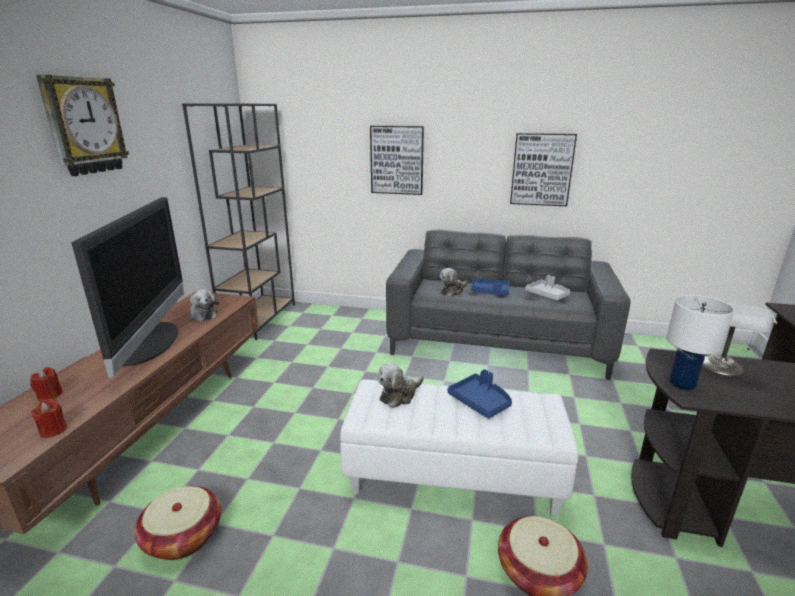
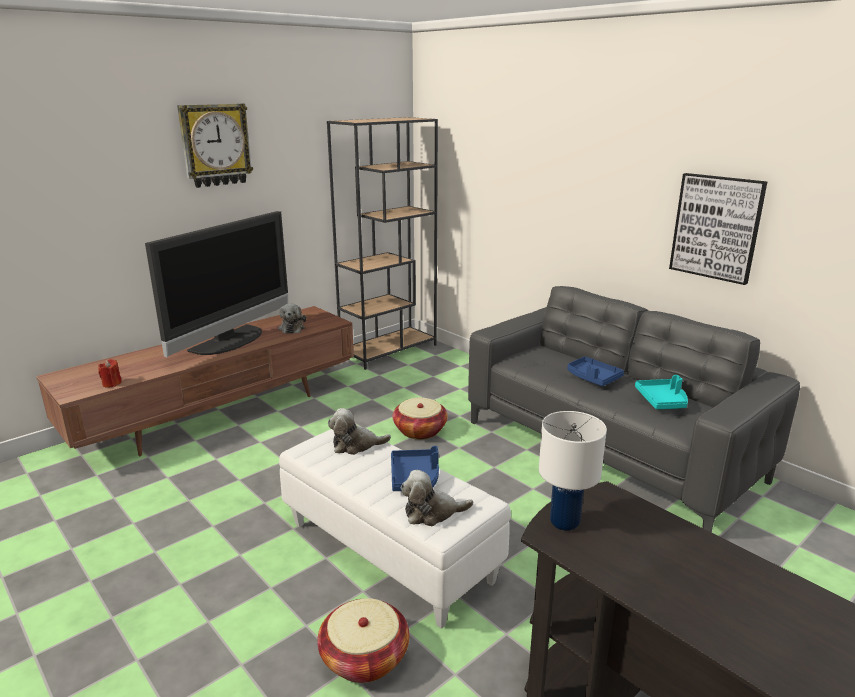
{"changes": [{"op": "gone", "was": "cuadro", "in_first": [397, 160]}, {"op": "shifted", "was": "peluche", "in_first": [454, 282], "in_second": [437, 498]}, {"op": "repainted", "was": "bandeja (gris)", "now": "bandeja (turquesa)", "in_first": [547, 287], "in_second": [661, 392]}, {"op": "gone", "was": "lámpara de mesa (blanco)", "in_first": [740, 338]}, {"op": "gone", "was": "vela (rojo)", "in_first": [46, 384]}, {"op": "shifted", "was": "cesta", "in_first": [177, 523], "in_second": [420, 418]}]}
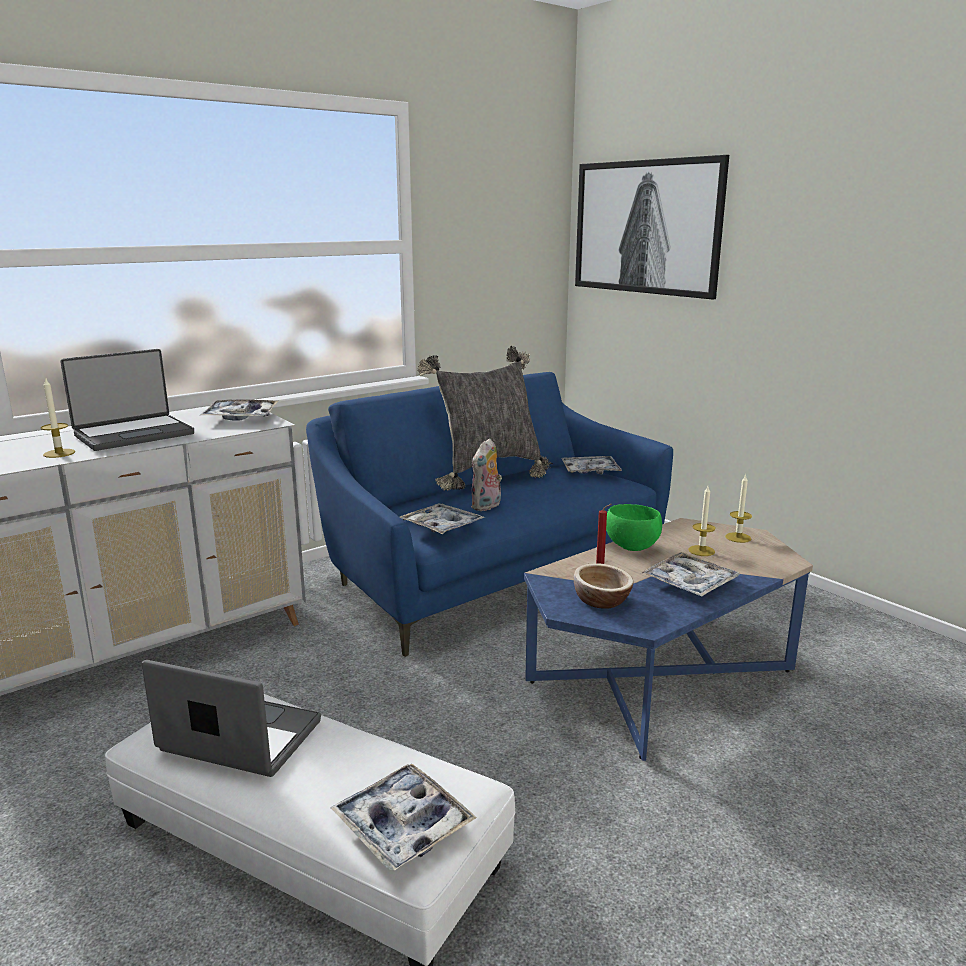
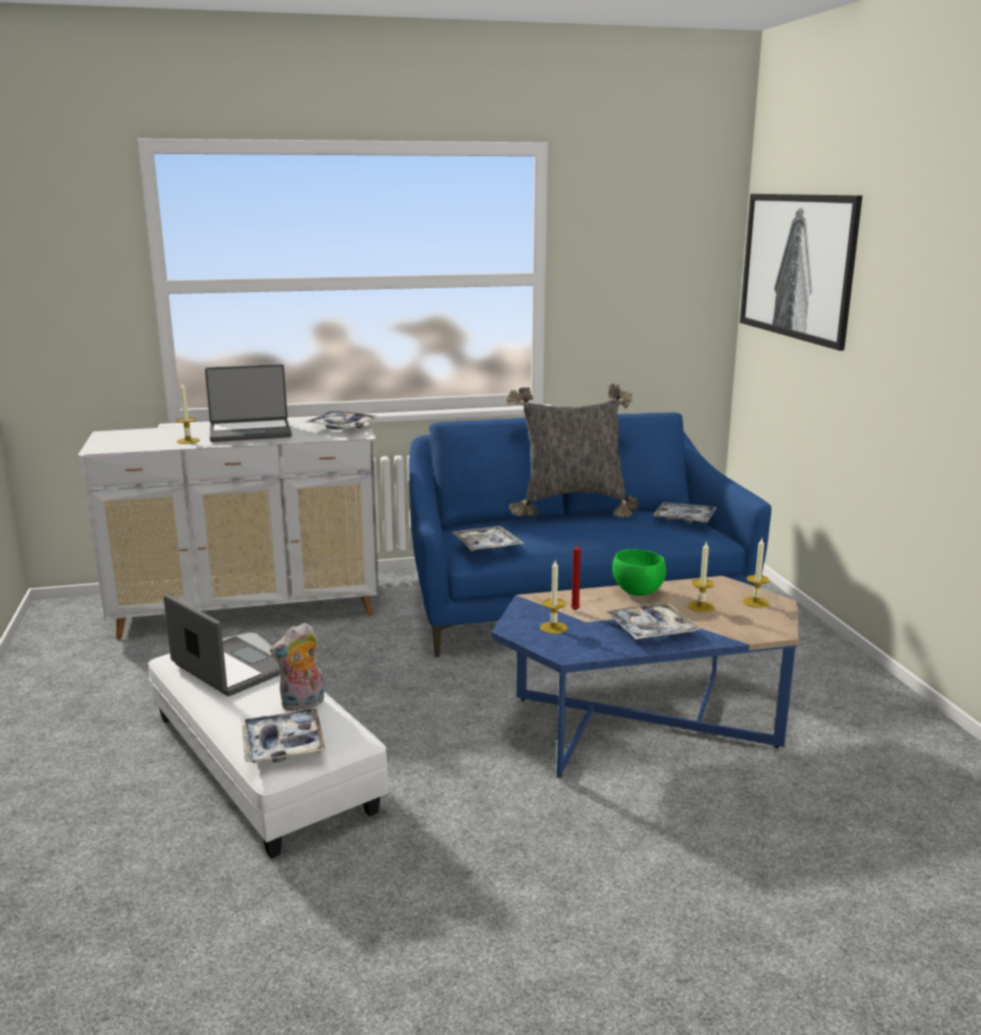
{"changes": [{"op": "shifted", "was": "peluche", "in_first": [486, 474], "in_second": [297, 667]}, {"op": "swapped", "was": "cuenco", "now": "vela", "in_first": [604, 586], "in_second": [553, 596]}]}
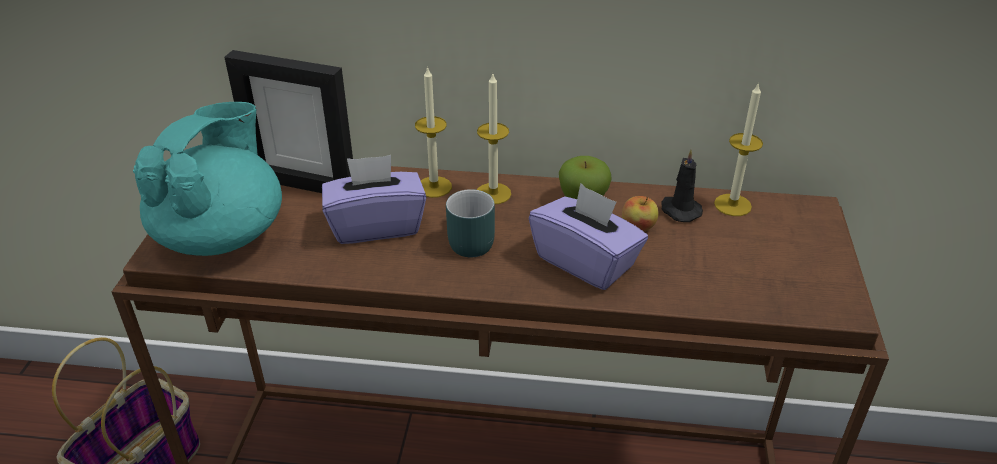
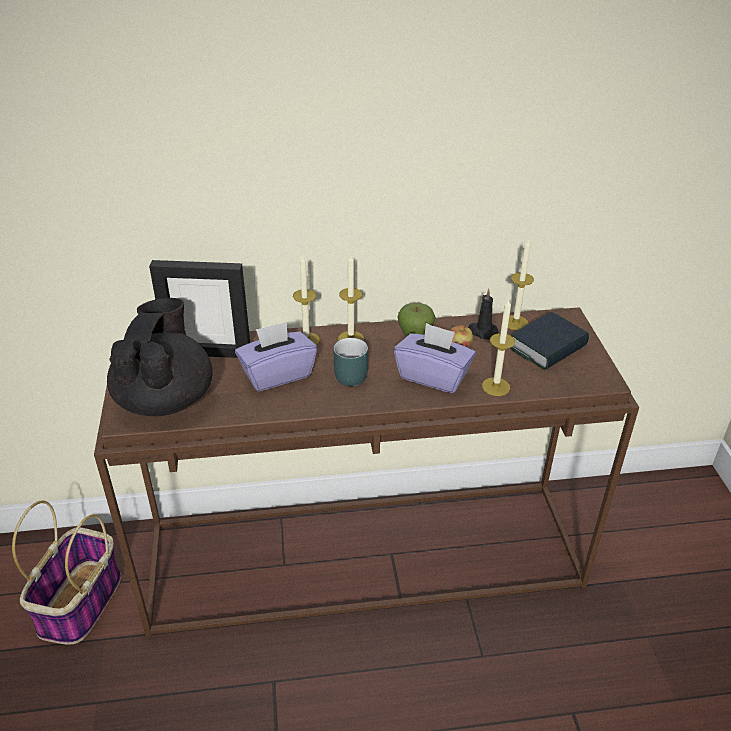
{"changes": [{"op": "repainted", "was": "tetera (turquesa)", "now": "tetera (negro)", "in_first": [207, 179], "in_second": [160, 357]}, {"op": "new", "now": "vela", "in_second": [498, 347]}, {"op": "new", "now": "libro", "in_second": [549, 341]}]}
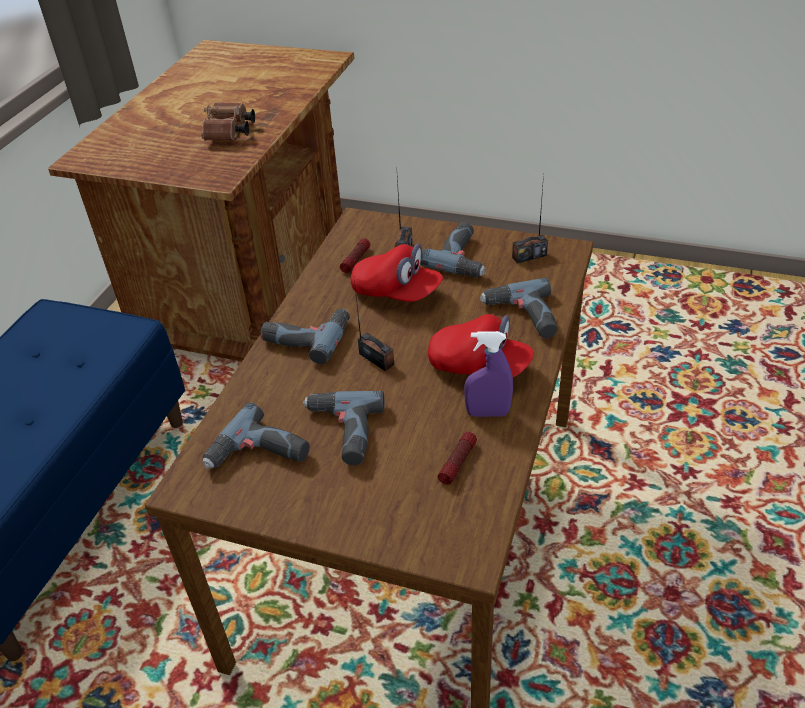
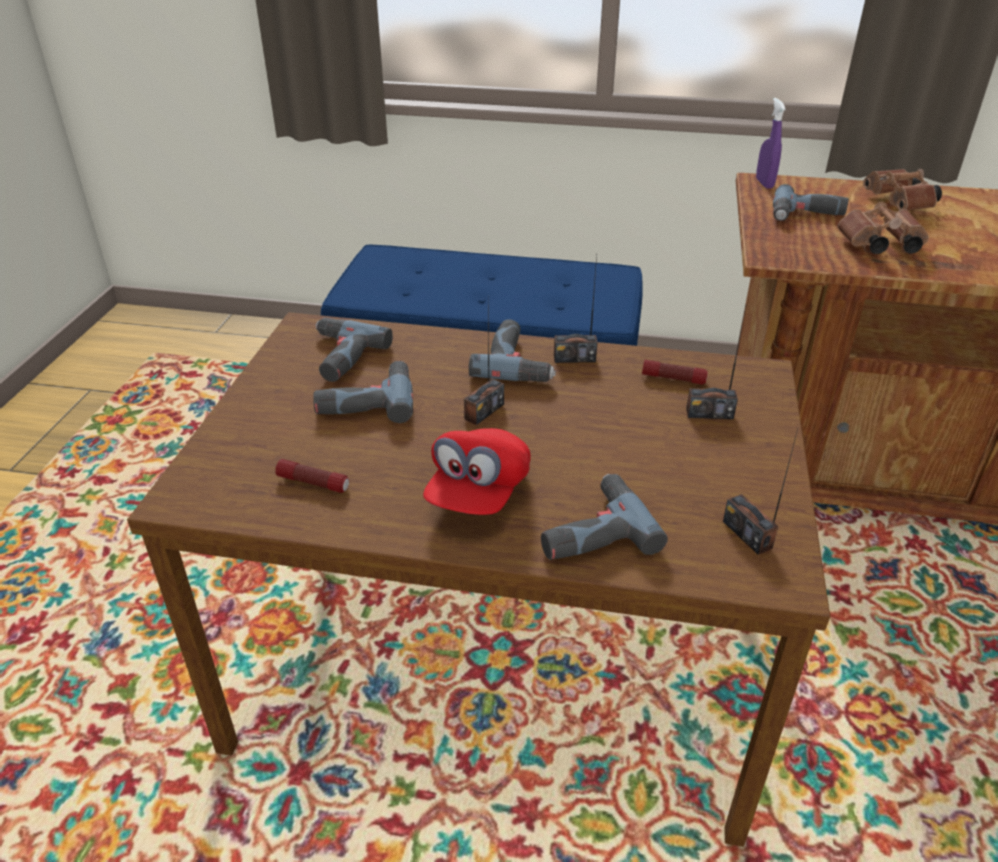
{"changes": [{"op": "shifted", "was": "taladro", "in_first": [453, 250], "in_second": [811, 202]}, {"op": "gone", "was": "gorra (rojo)", "in_first": [397, 273]}, {"op": "shifted", "was": "pulverizador (morado)", "in_first": [488, 374], "in_second": [771, 143]}, {"op": "new", "now": "prismáticos (marrón)", "in_second": [902, 190]}, {"op": "new", "now": "radio", "in_second": [576, 309]}]}
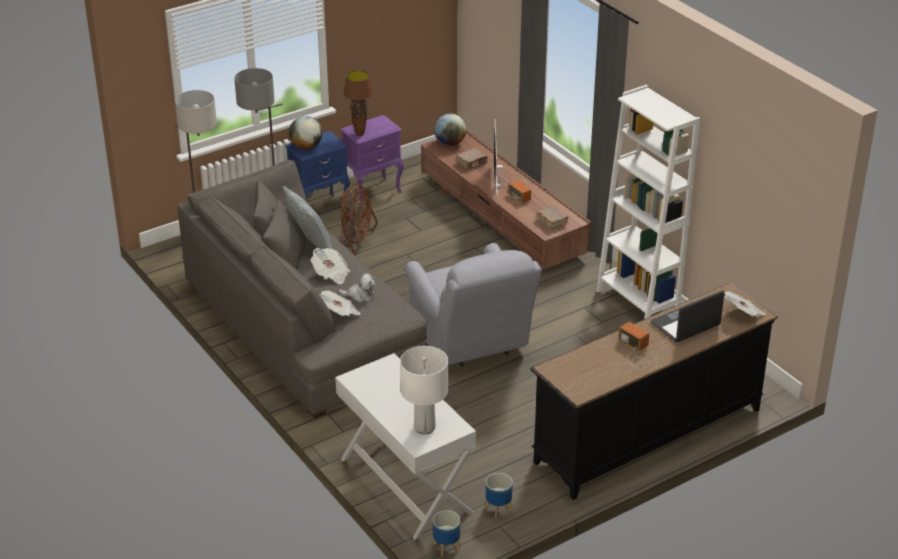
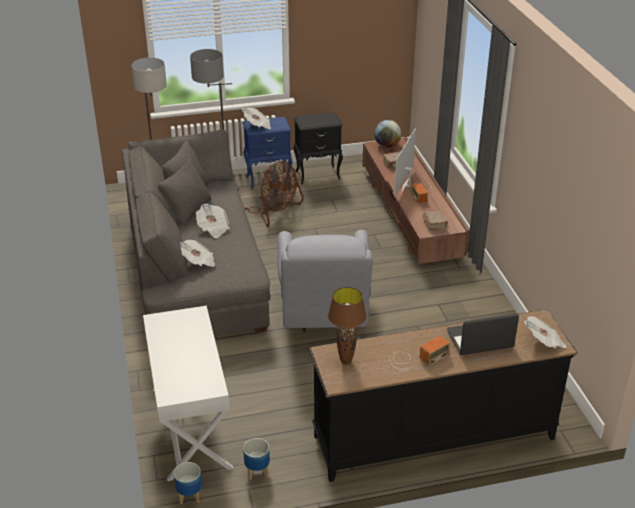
{"changes": [{"op": "shifted", "was": "lámpara de mesa (marrón)", "in_first": [358, 103], "in_second": [347, 326]}, {"op": "gone", "was": "estantería (blanco)", "in_first": [648, 202]}, {"op": "repainted", "was": "mesita de noche (morado)", "now": "mesita de noche (negro)", "in_first": [372, 159], "in_second": [318, 148]}, {"op": "swapped", "was": "globo terráqueo", "now": "periódico", "in_first": [305, 133], "in_second": [256, 118]}, {"op": "gone", "was": "cojín", "in_first": [307, 217]}, {"op": "gone", "was": "peluche", "in_first": [357, 288]}, {"op": "rotated", "was": "radio", "in_first": [638, 346], "in_second": [419, 353], "clockwise": 75}, {"op": "gone", "was": "lámpara de mesa (blanco)", "in_first": [424, 390]}]}
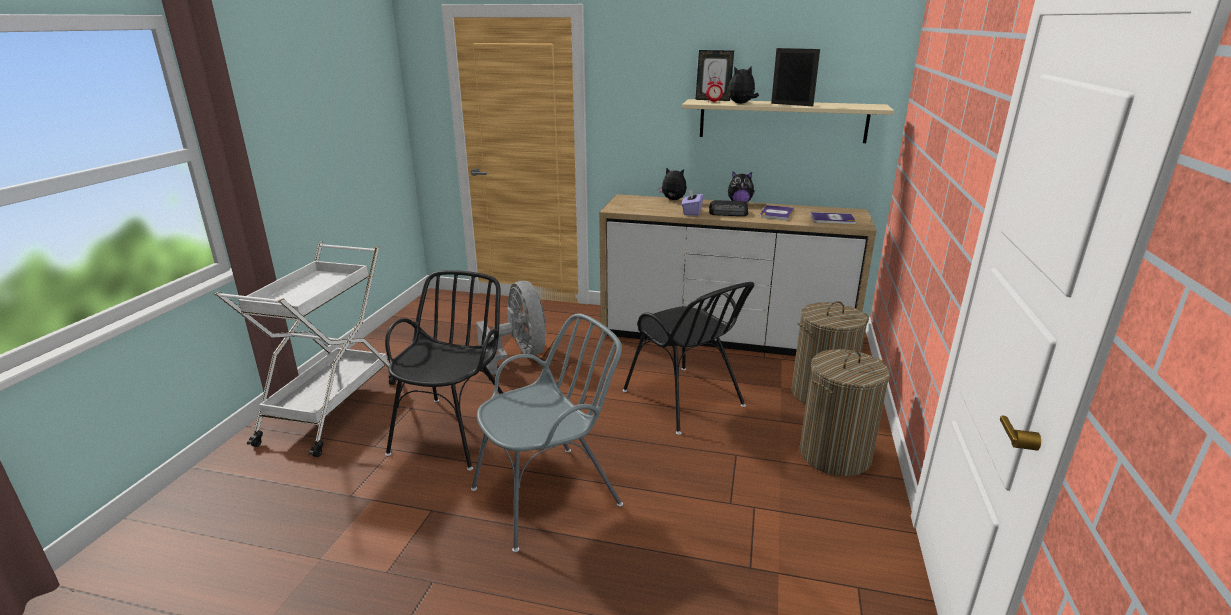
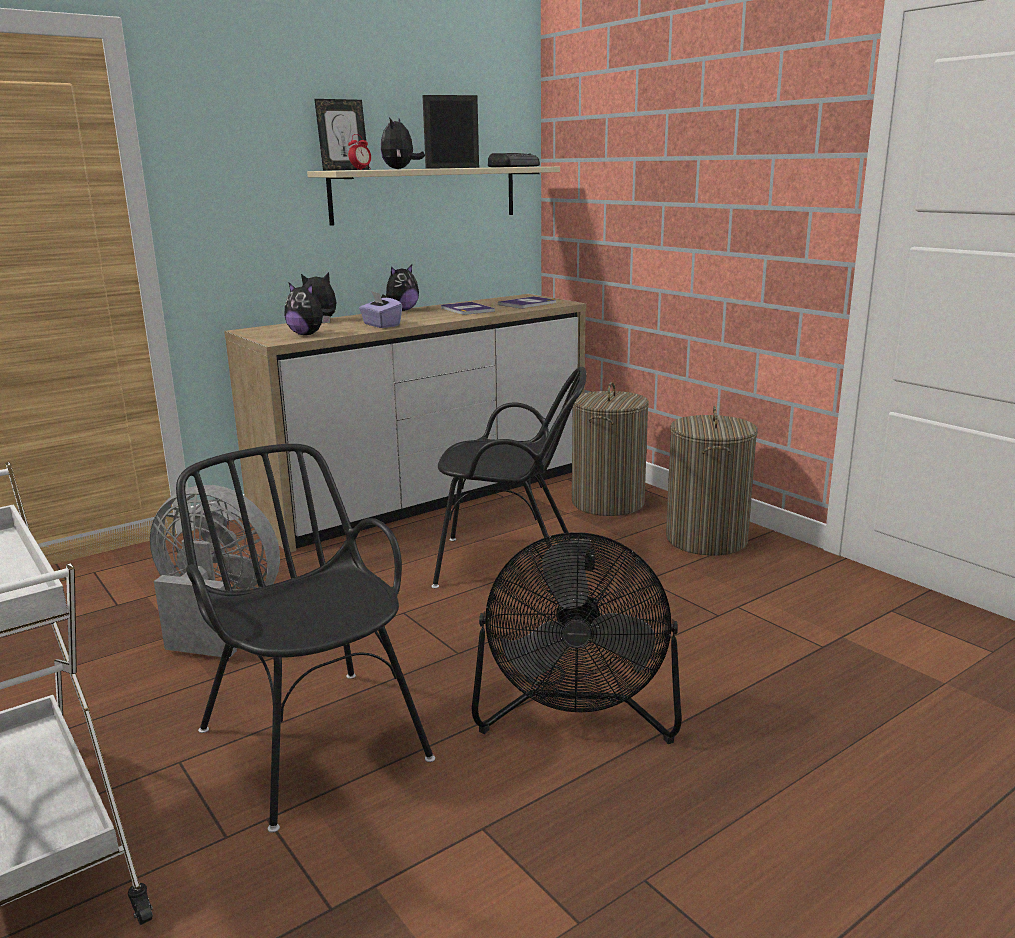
{"changes": [{"op": "shifted", "was": "radio", "in_first": [728, 208], "in_second": [514, 160]}, {"op": "swapped", "was": "silla (gris)", "now": "ventilador (negro)", "in_first": [547, 432], "in_second": [577, 638]}, {"op": "new", "now": "peluche", "in_second": [307, 309]}]}
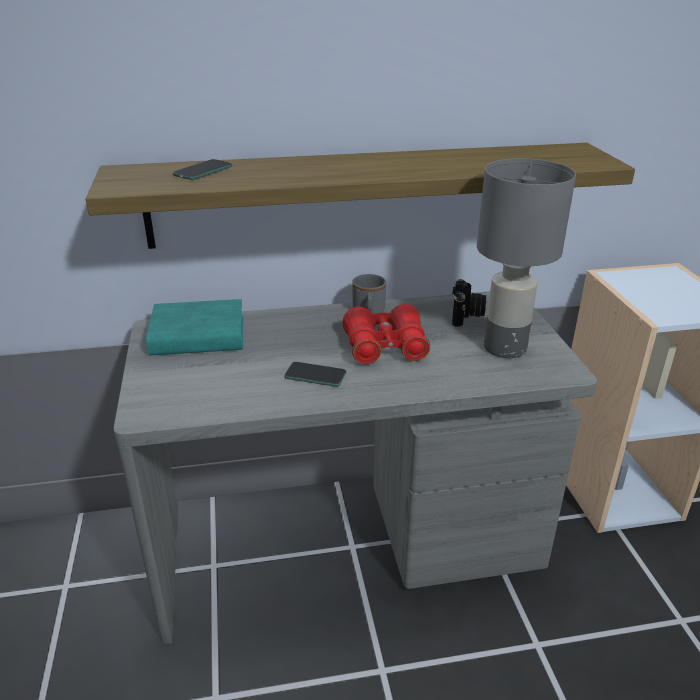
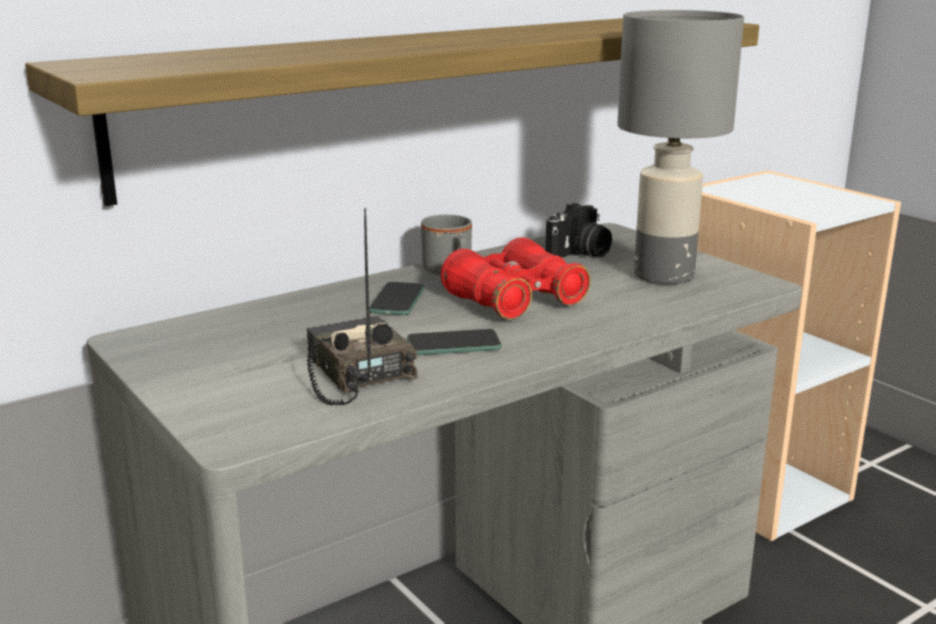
{"changes": [{"op": "shifted", "was": "móvil", "in_first": [202, 169], "in_second": [397, 298]}, {"op": "rotated", "was": "cámara", "in_first": [469, 303], "in_second": [579, 230], "clockwise": 60}, {"op": "gone", "was": "libro (turquesa)", "in_first": [194, 327]}, {"op": "new", "now": "radio", "in_second": [362, 306]}]}
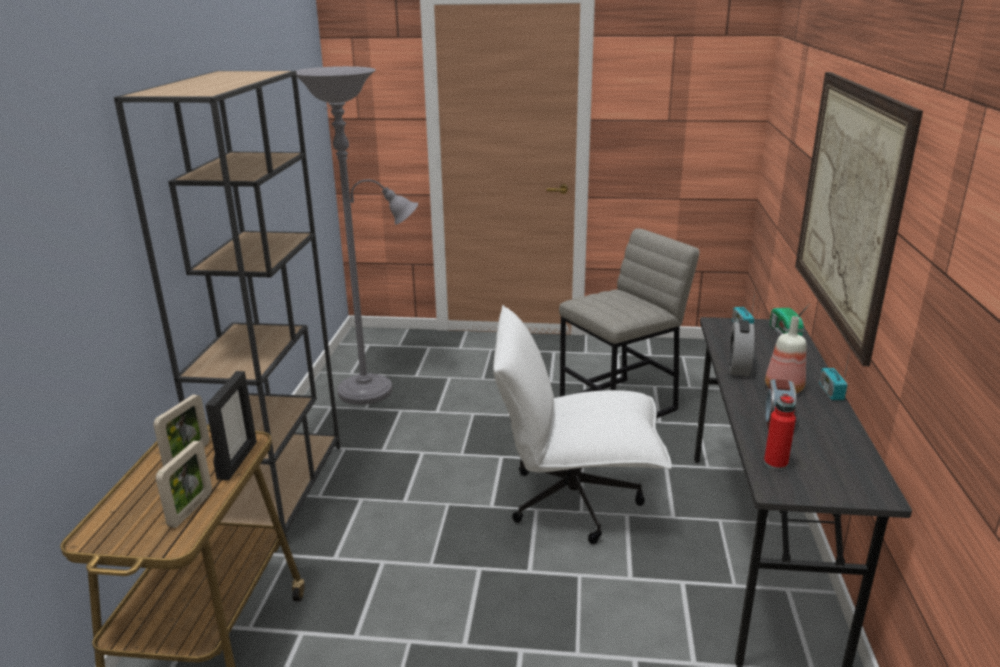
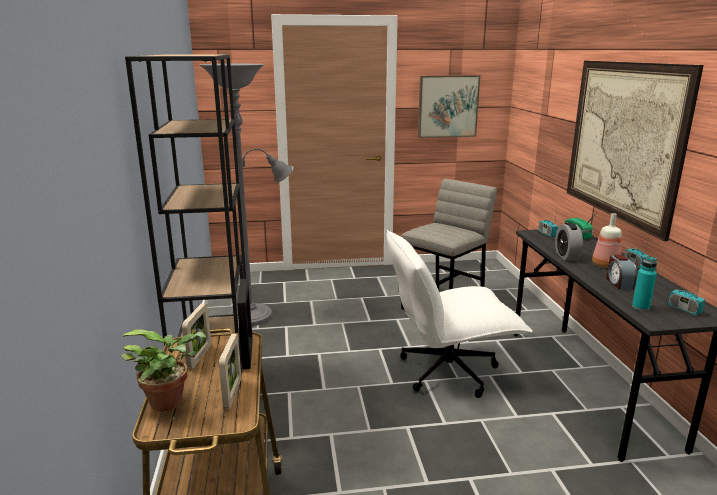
{"changes": [{"op": "repainted", "was": "botella (rojo)", "now": "botella (turquesa)", "in_first": [780, 432], "in_second": [644, 283]}, {"op": "new", "now": "cuadro", "in_second": [449, 106]}, {"op": "new", "now": "radio", "in_second": [686, 292]}, {"op": "new", "now": "planta en maceta", "in_second": [163, 370]}]}
